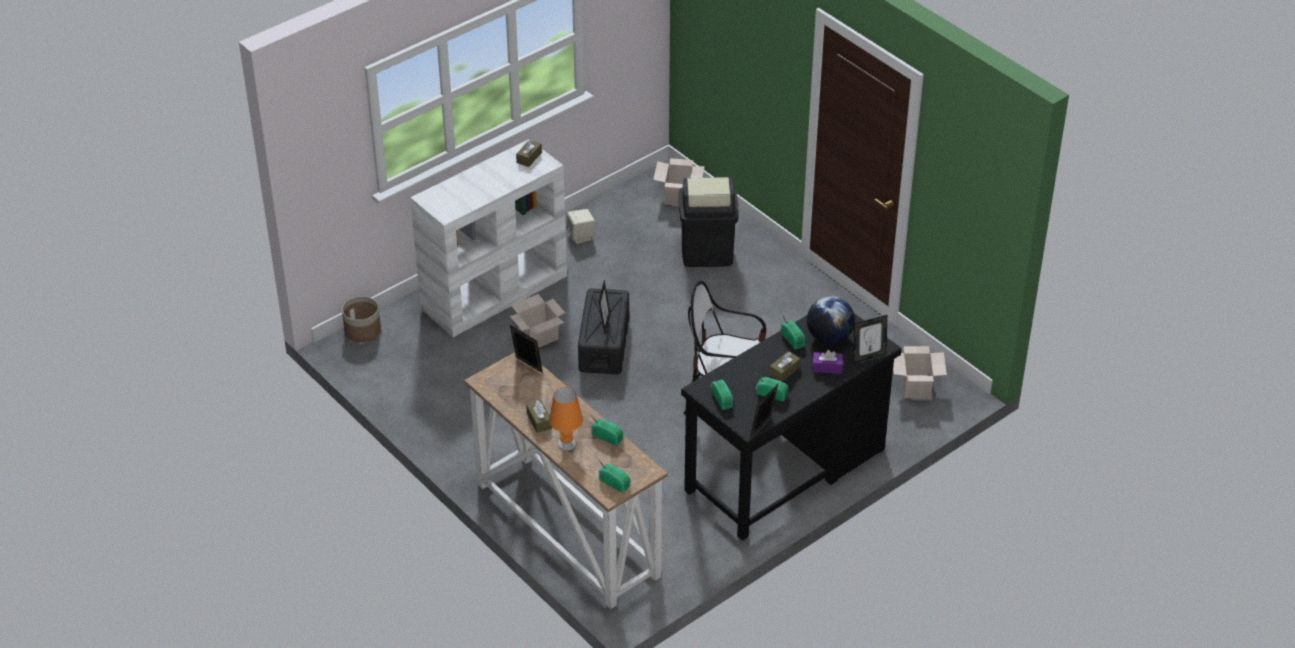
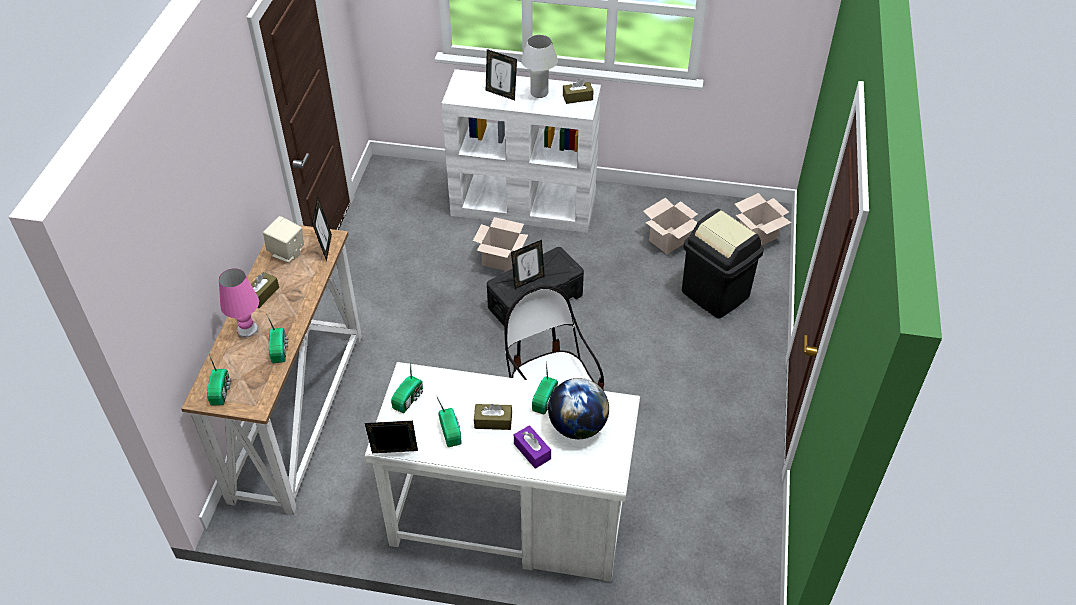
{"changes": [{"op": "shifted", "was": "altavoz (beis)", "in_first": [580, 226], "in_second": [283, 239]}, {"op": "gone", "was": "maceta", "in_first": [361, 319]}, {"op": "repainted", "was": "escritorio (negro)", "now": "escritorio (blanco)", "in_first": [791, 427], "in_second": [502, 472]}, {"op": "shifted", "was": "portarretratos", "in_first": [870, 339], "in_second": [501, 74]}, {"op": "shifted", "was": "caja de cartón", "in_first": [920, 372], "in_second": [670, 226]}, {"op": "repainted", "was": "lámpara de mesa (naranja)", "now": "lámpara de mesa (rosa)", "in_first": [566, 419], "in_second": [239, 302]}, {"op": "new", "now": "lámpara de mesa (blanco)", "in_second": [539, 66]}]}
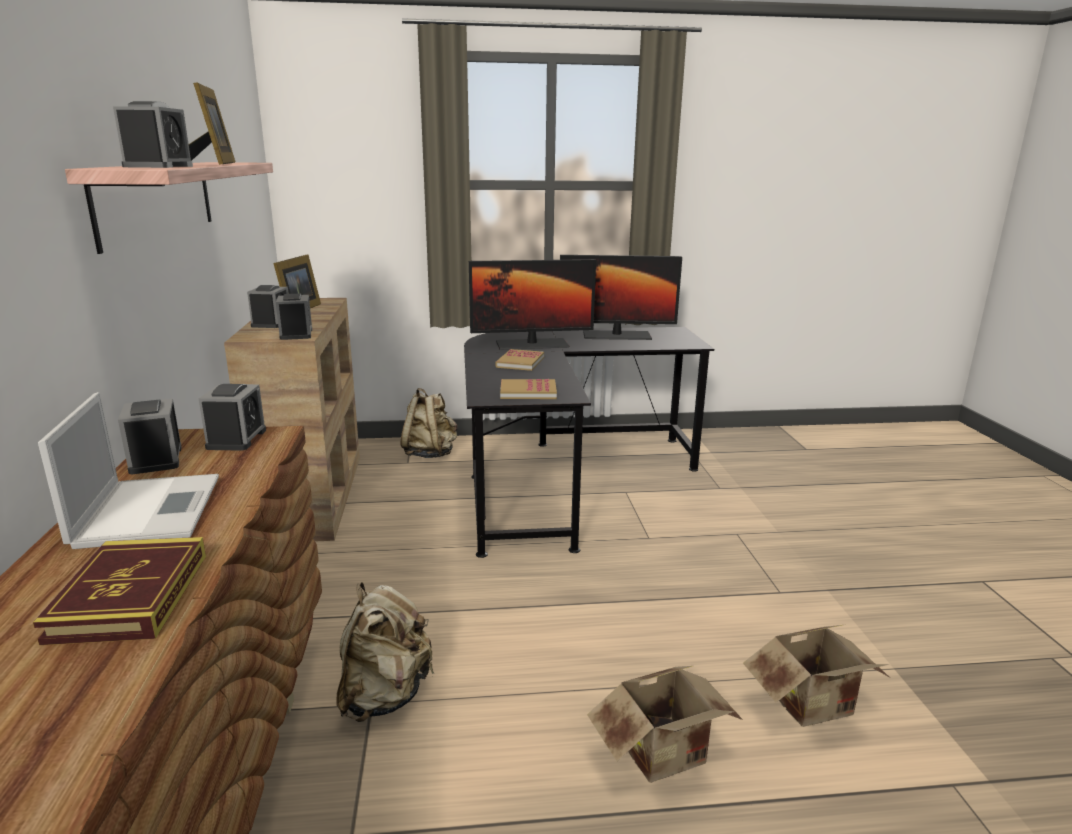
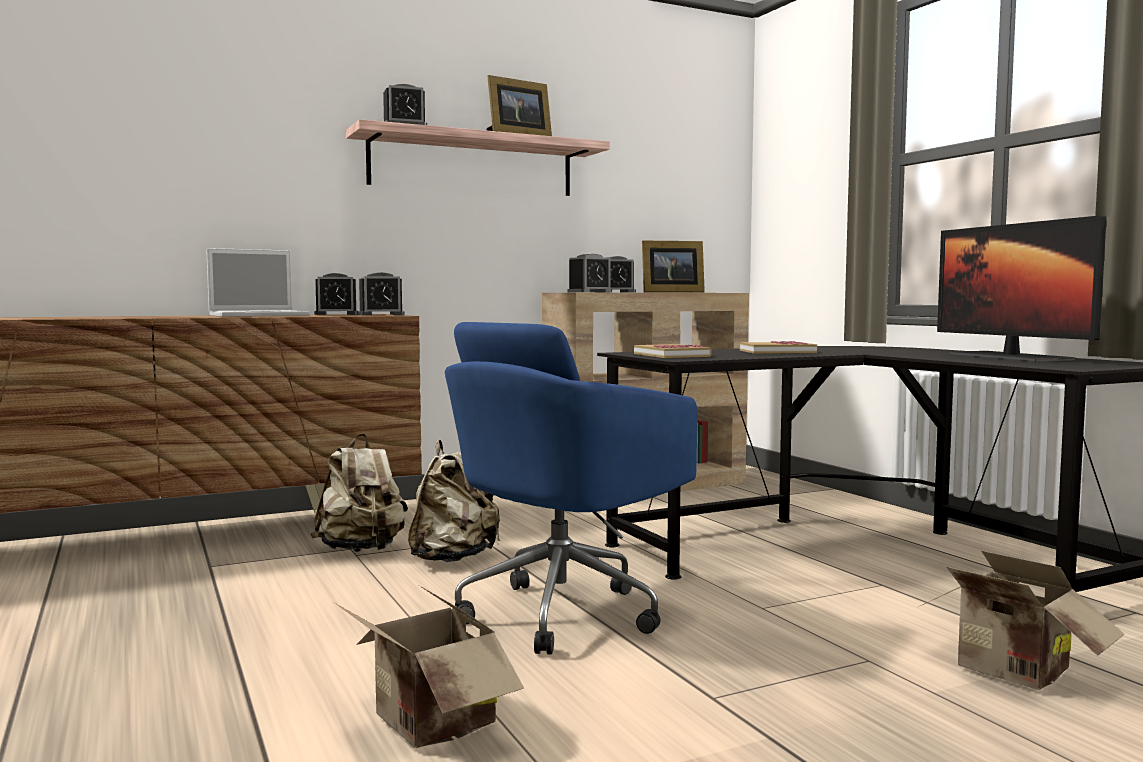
{"changes": [{"op": "gone", "was": "monitor", "in_first": [532, 304]}, {"op": "shifted", "was": "mochila (beis)", "in_first": [429, 423], "in_second": [454, 501]}, {"op": "rotated", "was": "despertador", "in_first": [150, 436], "in_second": [336, 294], "clockwise": -150}, {"op": "gone", "was": "libro", "in_first": [119, 591]}, {"op": "shifted", "was": "caja de cartón", "in_first": [665, 724], "in_second": [1021, 620]}, {"op": "new", "now": "silla de oficina (azul)", "in_second": [571, 488]}]}
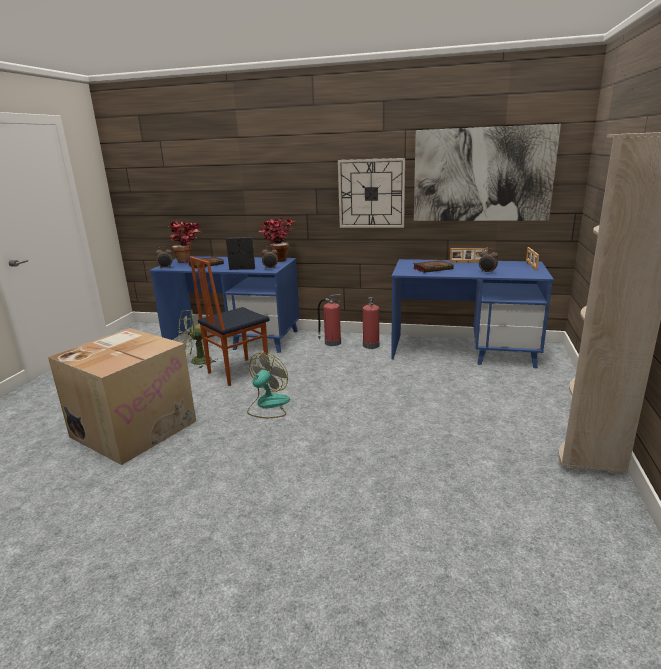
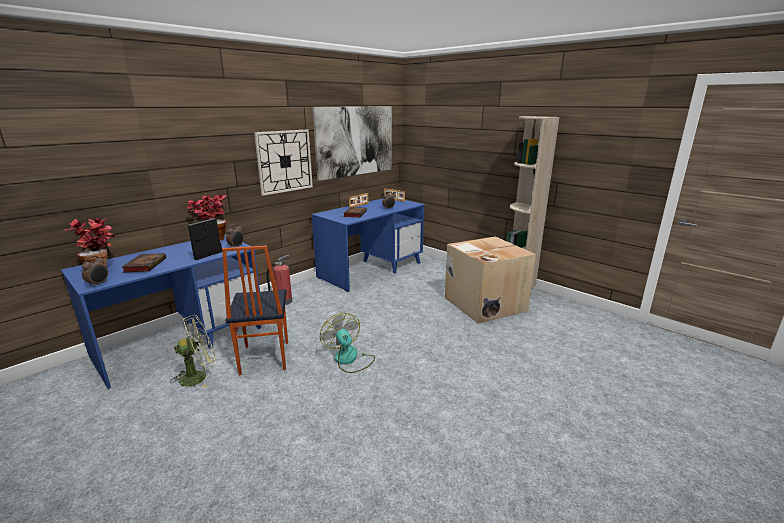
{"changes": [{"op": "gone", "was": "extintor", "in_first": [371, 323]}, {"op": "rotated", "was": "ventilador (verde)", "in_first": [198, 338], "in_second": [193, 351], "clockwise": -135}, {"op": "shifted", "was": "caja de cartón", "in_first": [122, 396], "in_second": [490, 280]}]}
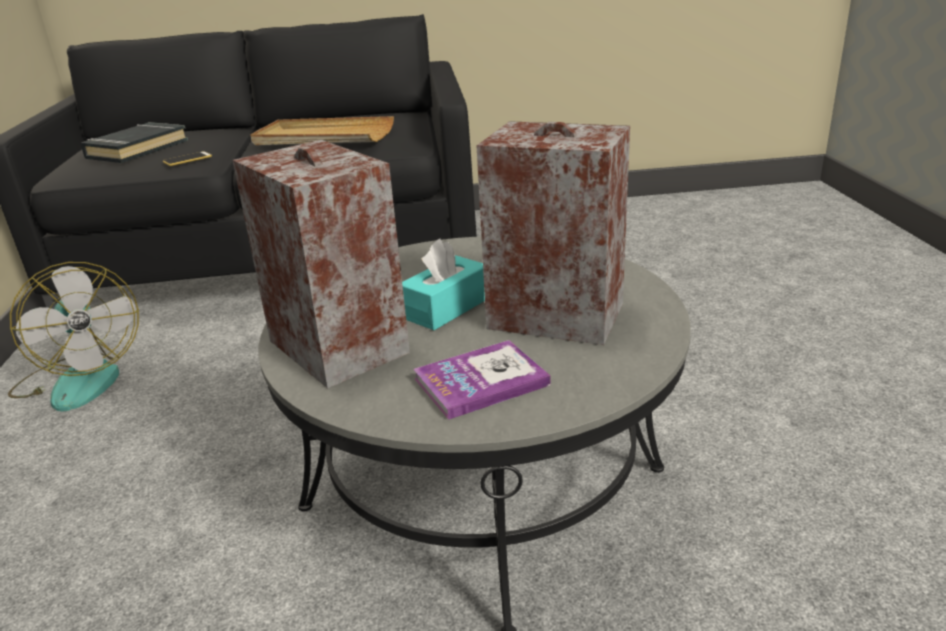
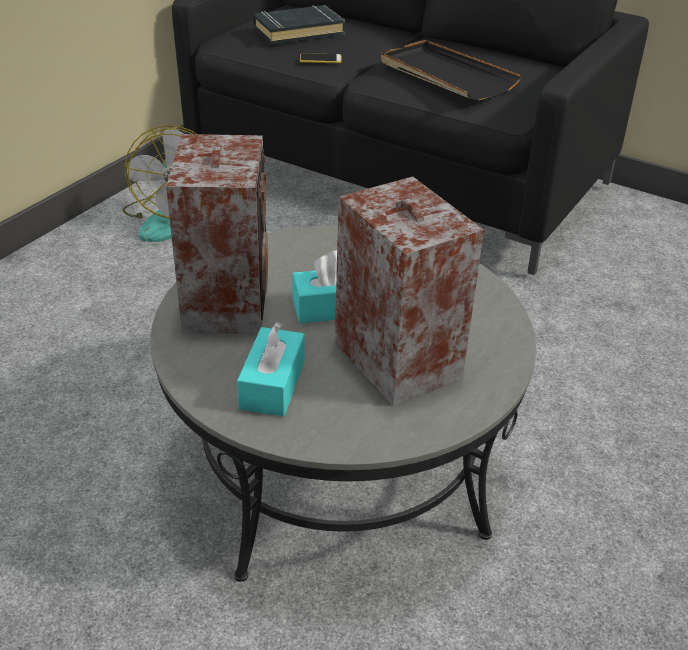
{"changes": [{"op": "repainted", "was": "bandeja (beis)", "now": "bandeja (negro)", "in_first": [322, 130], "in_second": [451, 70]}, {"op": "swapped", "was": "libro", "now": "caja de pañuelos (turquesa)", "in_first": [482, 380], "in_second": [271, 369]}]}
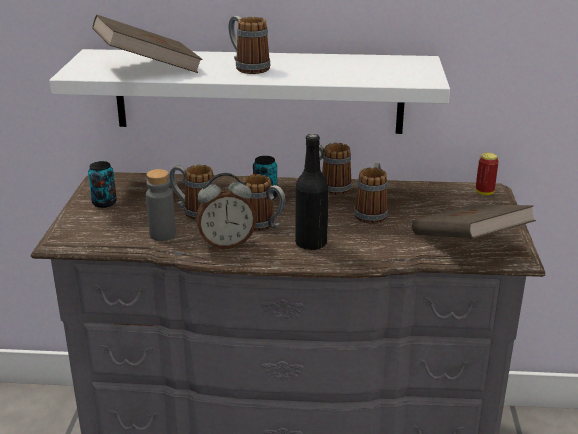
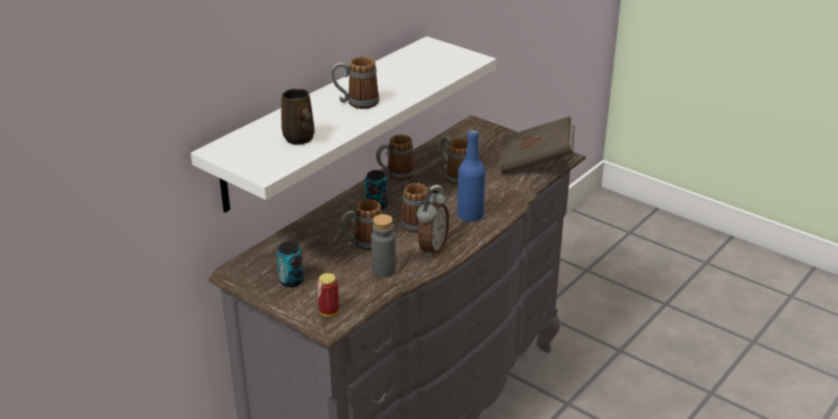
{"changes": [{"op": "swapped", "was": "libro (marrón)", "now": "taza grande (marrón)", "in_first": [147, 44], "in_second": [298, 117]}, {"op": "repainted", "was": "botella (negro)", "now": "botella (azul)", "in_first": [312, 192], "in_second": [471, 175]}, {"op": "shifted", "was": "lata", "in_first": [487, 174], "in_second": [328, 295]}]}
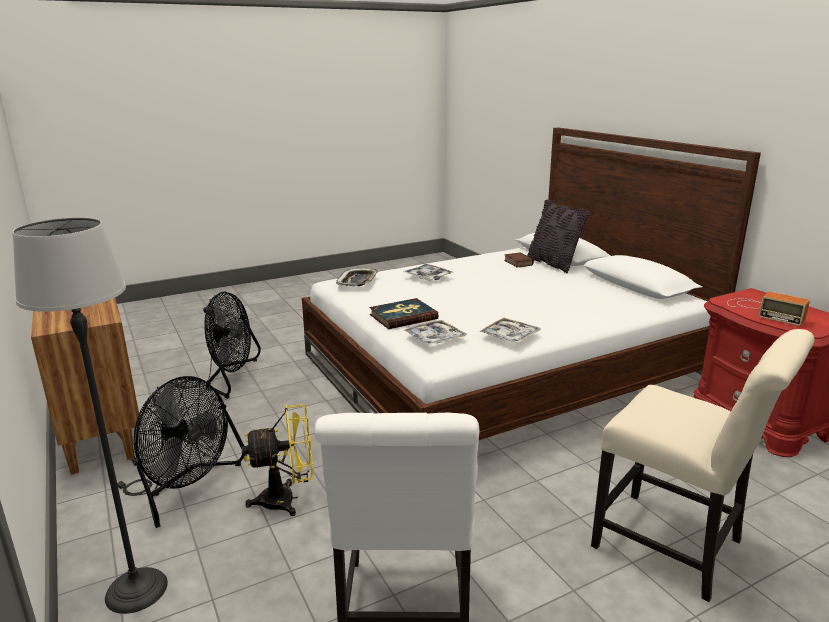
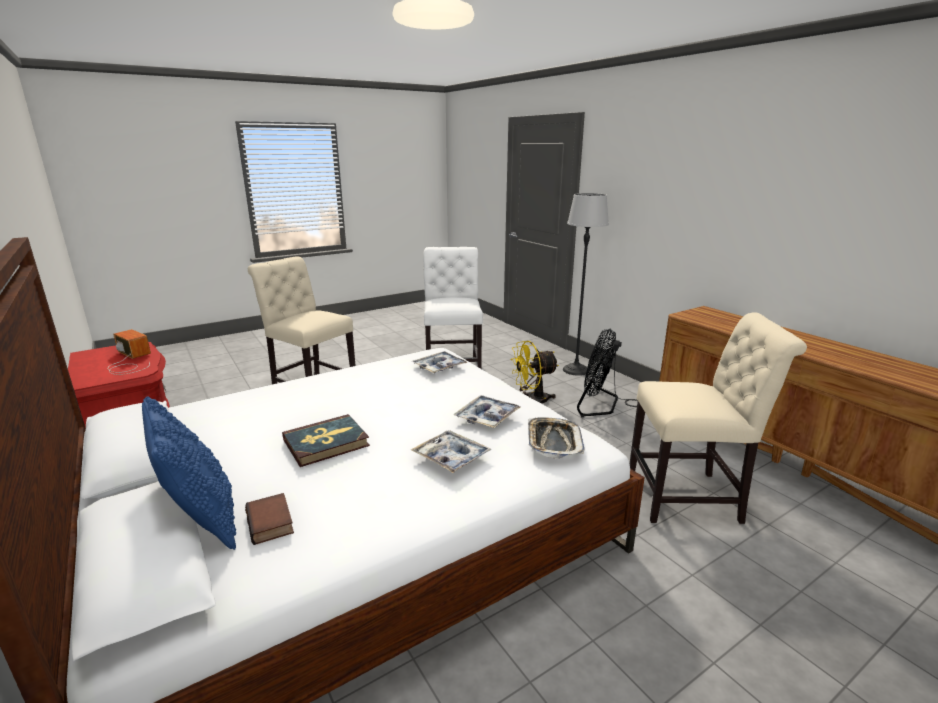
{"changes": [{"op": "repainted", "was": "cojín (negro)", "now": "cojín (azul)", "in_first": [558, 237], "in_second": [189, 473]}, {"op": "swapped", "was": "ventilador (negro)", "now": "silla (beis)", "in_first": [217, 345], "in_second": [718, 418]}, {"op": "shifted", "was": "libro", "in_first": [404, 313], "in_second": [326, 440]}, {"op": "shifted", "was": "bandeja", "in_first": [510, 330], "in_second": [487, 411]}]}
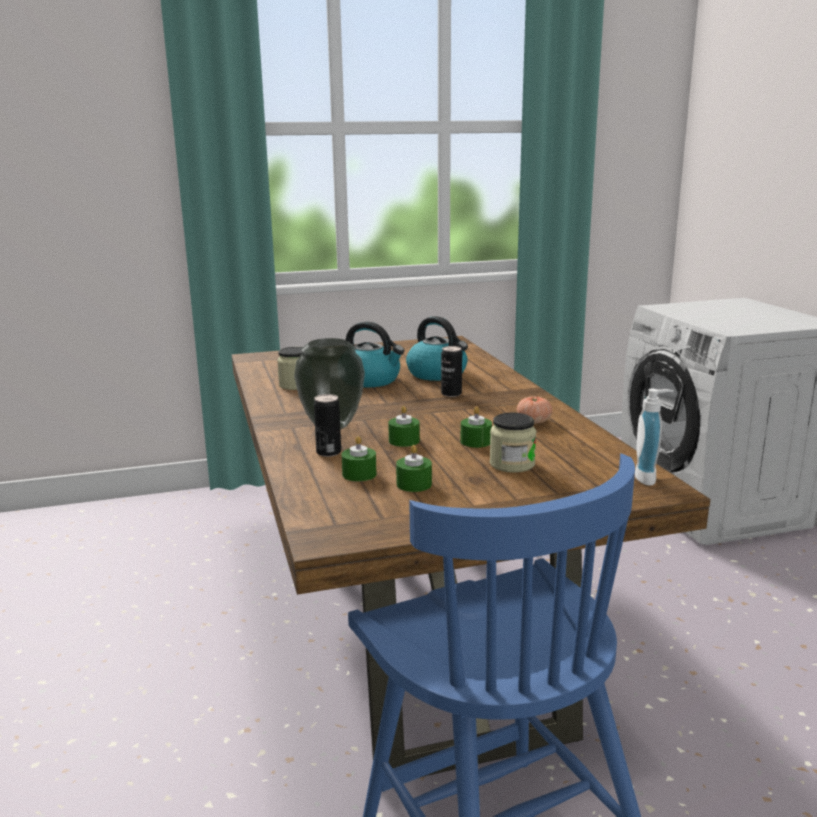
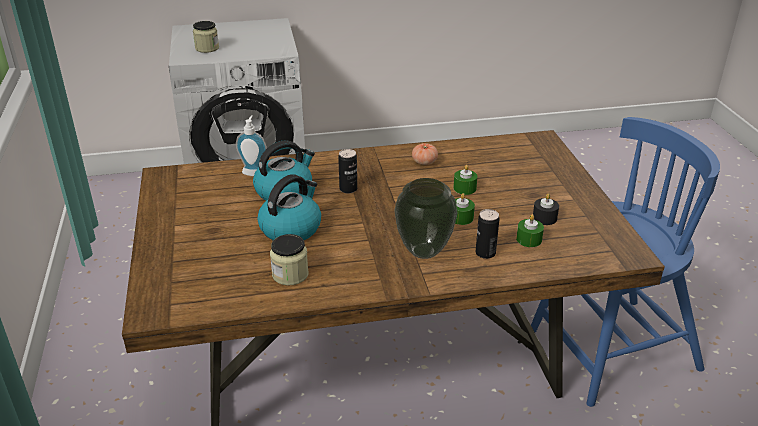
{"changes": [{"op": "shifted", "was": "dispensador de jabón", "in_first": [654, 437], "in_second": [251, 145]}, {"op": "shifted", "was": "tarro", "in_first": [513, 442], "in_second": [206, 37]}, {"op": "repainted", "was": "vela (verde)", "now": "vela (negro)", "in_first": [414, 468], "in_second": [546, 209]}]}
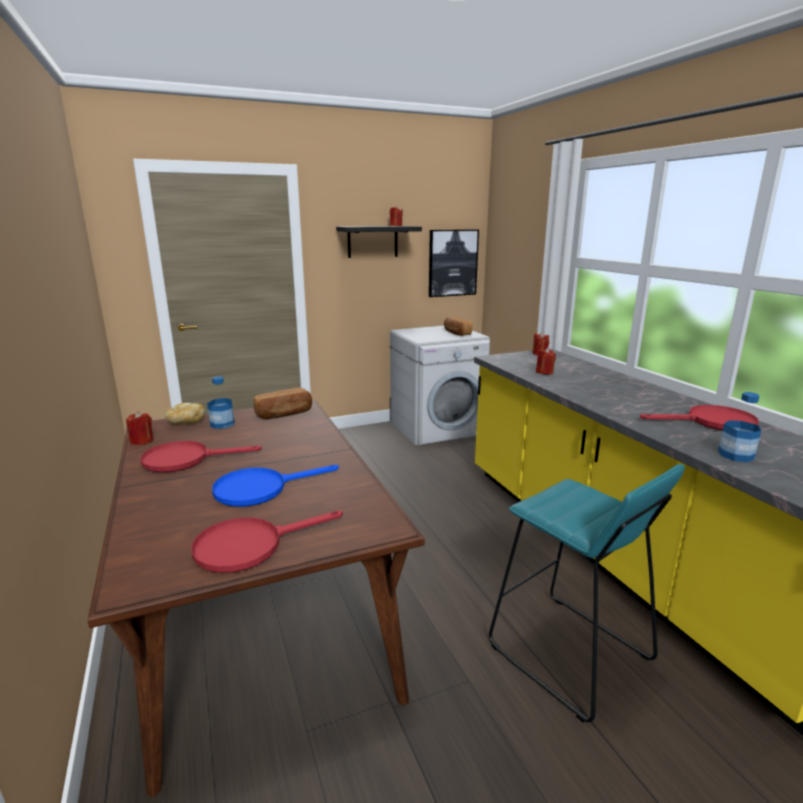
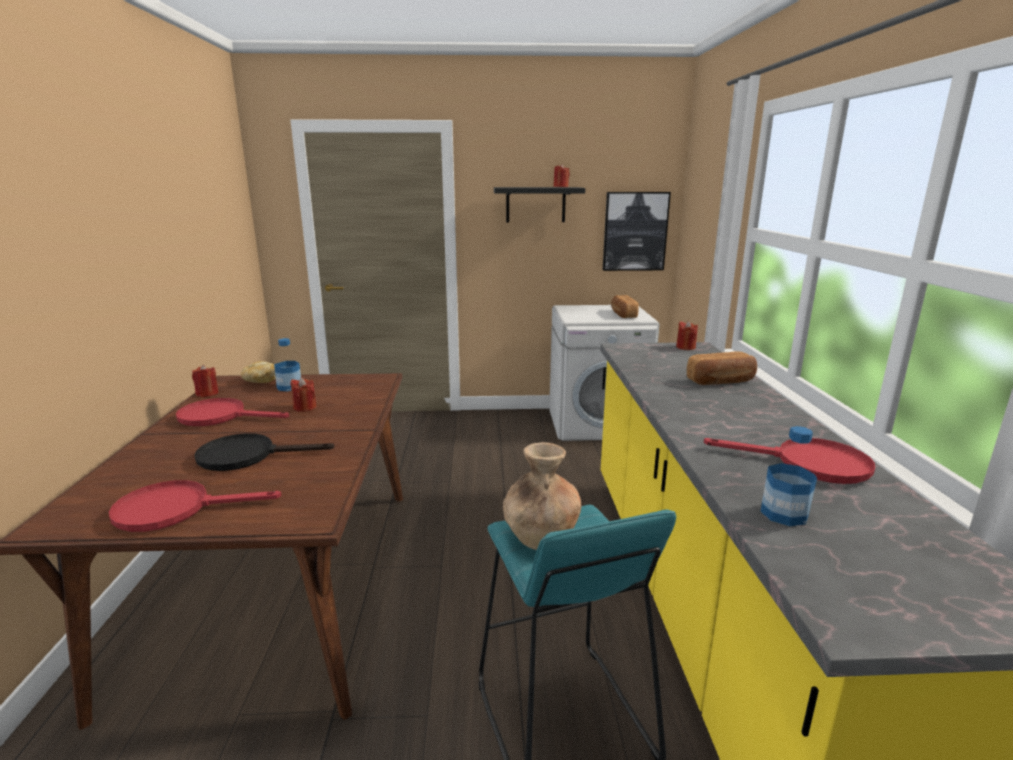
{"changes": [{"op": "shifted", "was": "vela (rojo)", "in_first": [546, 361], "in_second": [303, 395]}, {"op": "shifted", "was": "pan", "in_first": [282, 404], "in_second": [722, 368]}, {"op": "repainted", "was": "sartén (azul)", "now": "sartén (negro)", "in_first": [275, 486], "in_second": [264, 452]}, {"op": "new", "now": "florero (marrón)", "in_second": [542, 496]}]}
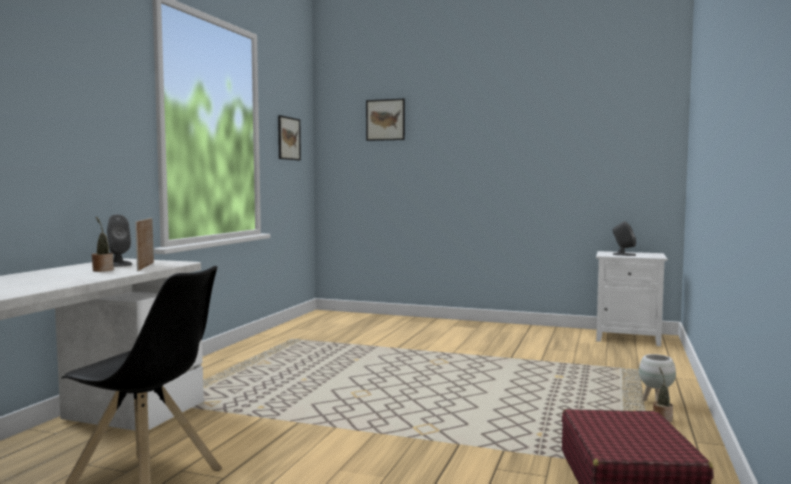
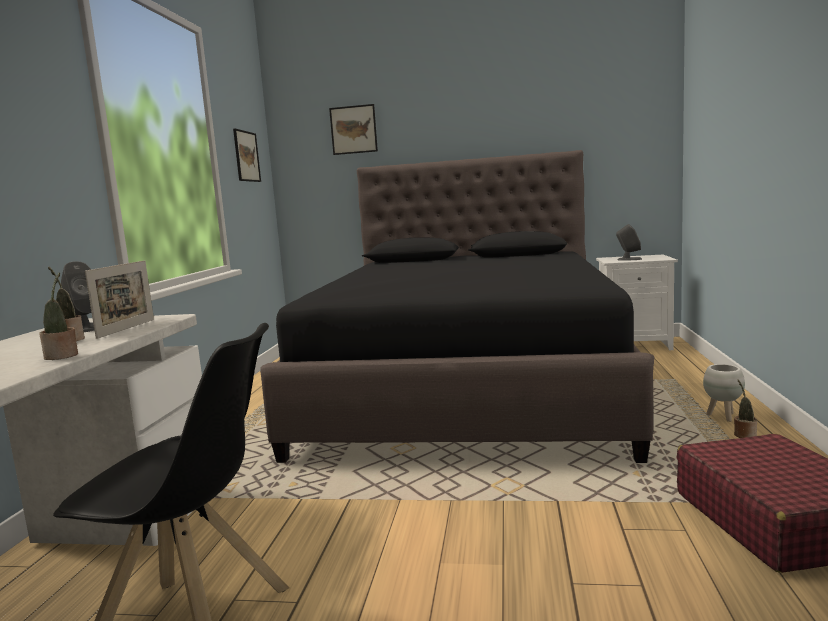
{"changes": [{"op": "rotated", "was": "portarretratos", "in_first": [144, 244], "in_second": [119, 299], "clockwise": -150}, {"op": "new", "now": "cama (negro)", "in_second": [457, 306]}, {"op": "new", "now": "planta en maceta", "in_second": [58, 316]}]}
